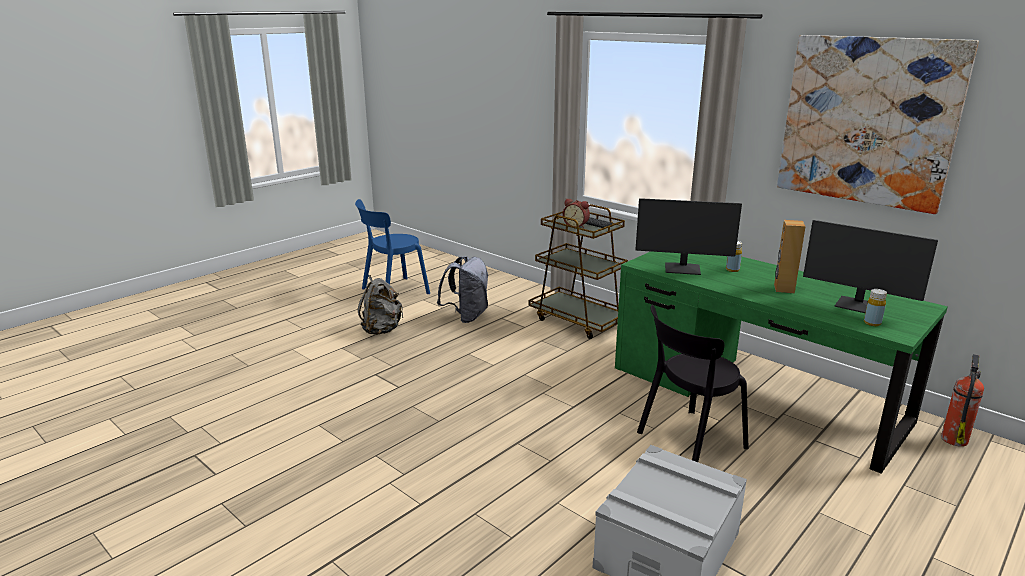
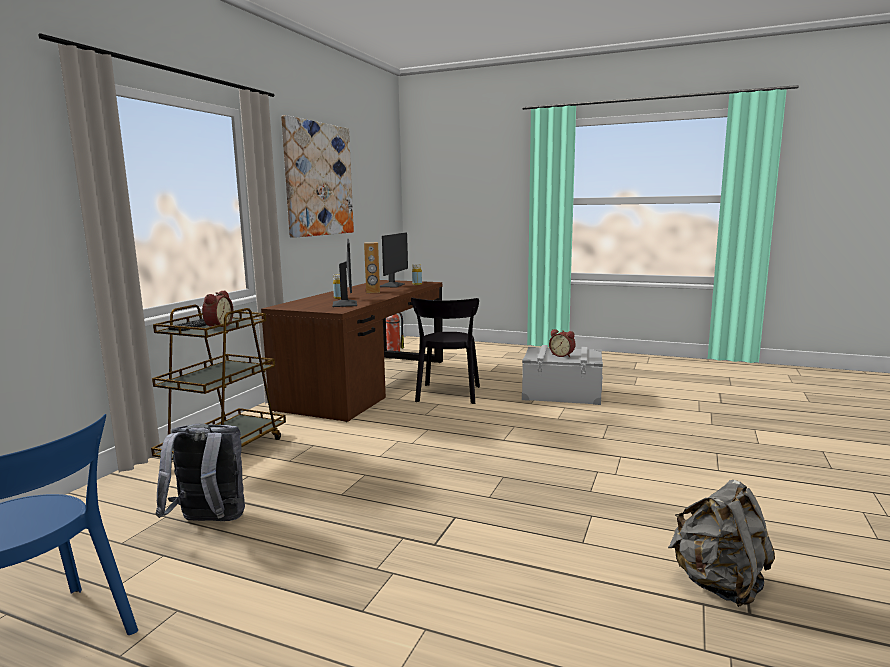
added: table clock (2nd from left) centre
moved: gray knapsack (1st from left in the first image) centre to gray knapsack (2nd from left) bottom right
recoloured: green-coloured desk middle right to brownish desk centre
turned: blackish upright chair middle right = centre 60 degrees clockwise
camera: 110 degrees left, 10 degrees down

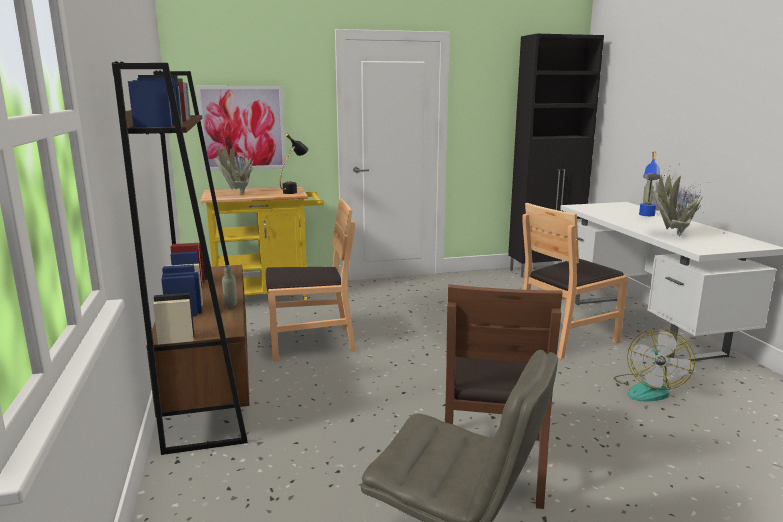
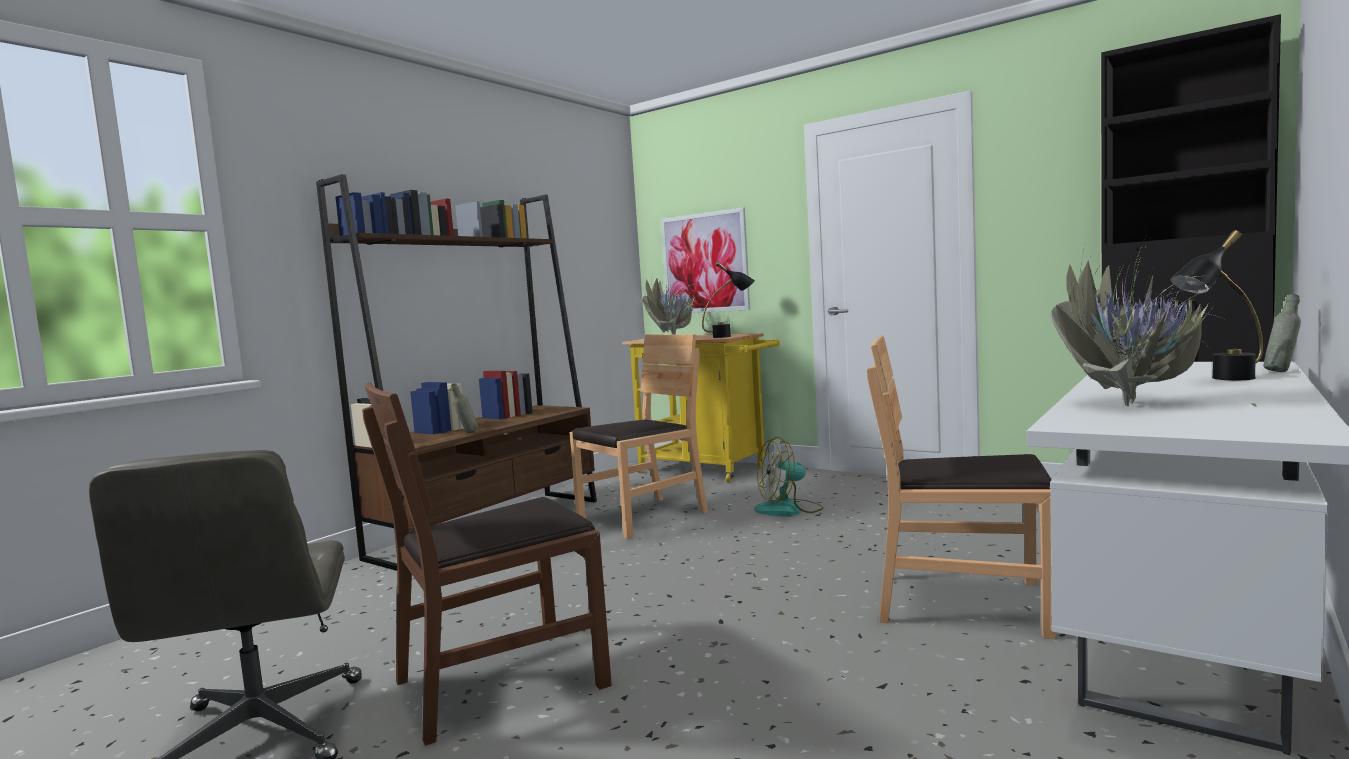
moved: electric fan bottom right to centre
recoloured: bluish lamp for a table middle right to blackish lamp for a table (2nd from left) middle right
turned: brownish upright chair (1st from left in the first image) centre = centre 75 degrees counterclockwise
camera: 50 degrees right, 10 degrees down

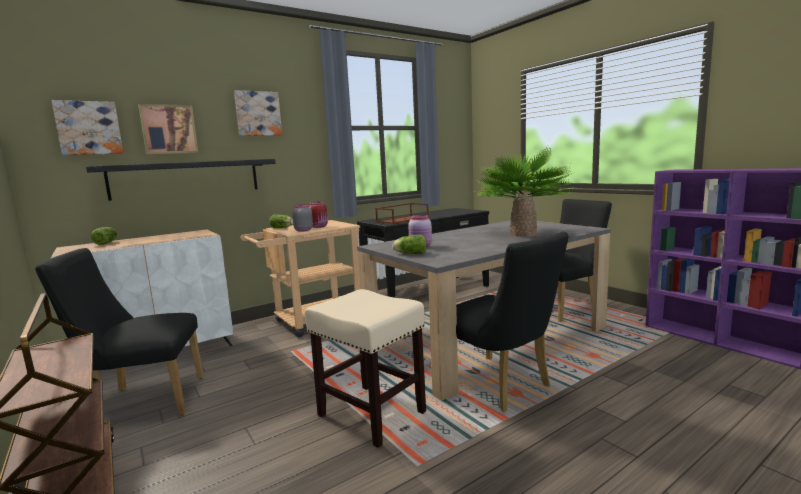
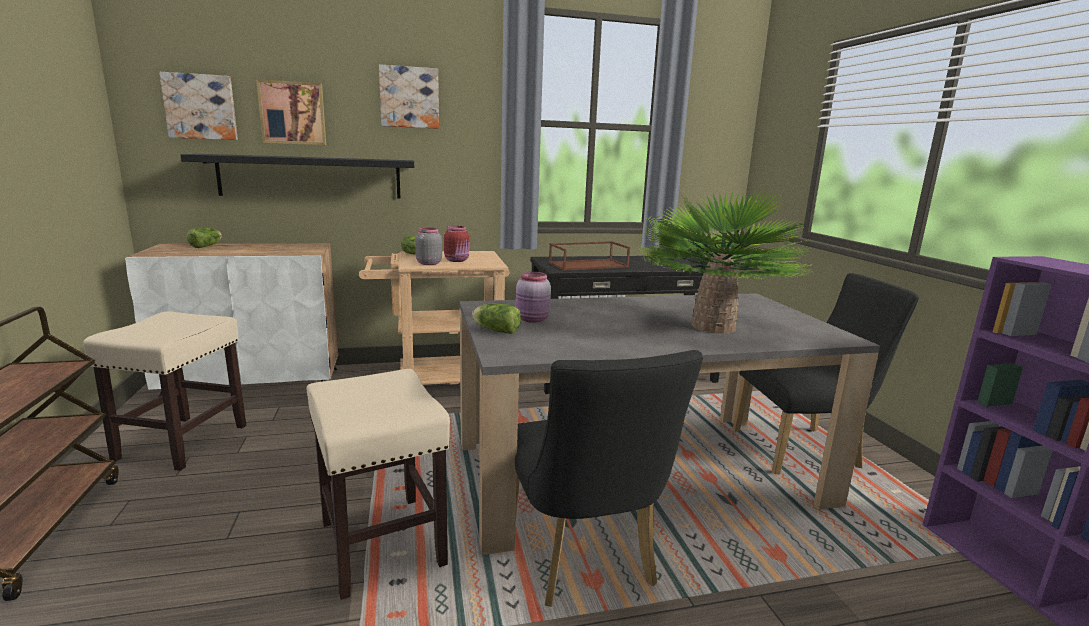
replaced: blackish upright chair (1st from left) bottom left to beige stool (1st from left) middle left
camera: 20 degrees right, 5 degrees up

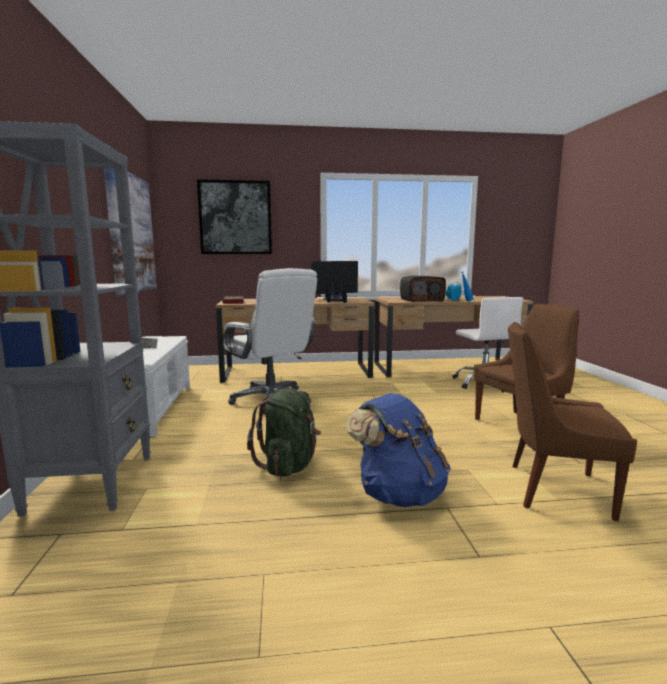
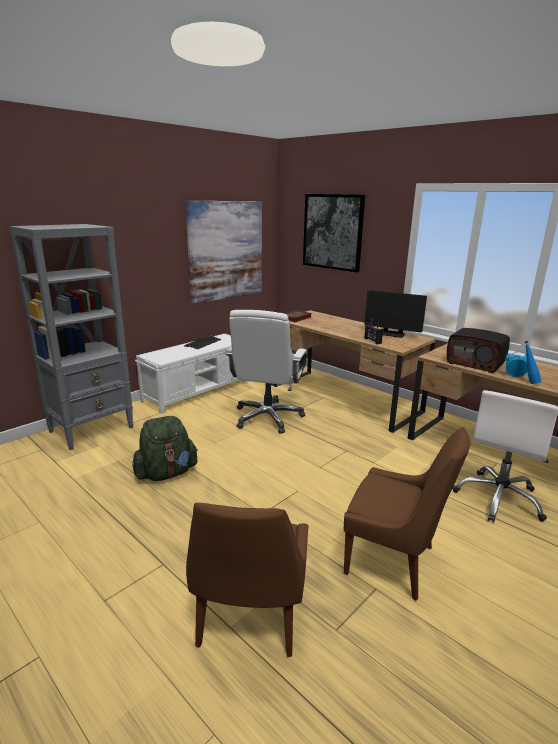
removed: bluish knapsack centre
turned: brownish upright chair (2nd from left in the first image) middle right = bottom centre 150 degrees counterclockwise
camera: 50 degrees right, 10 degrees up

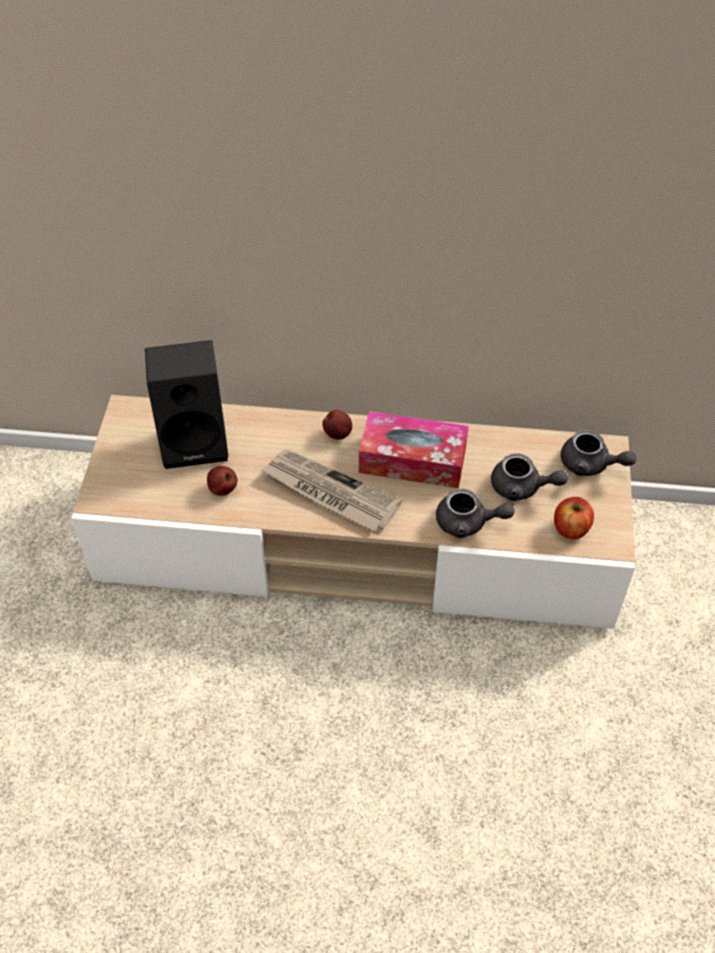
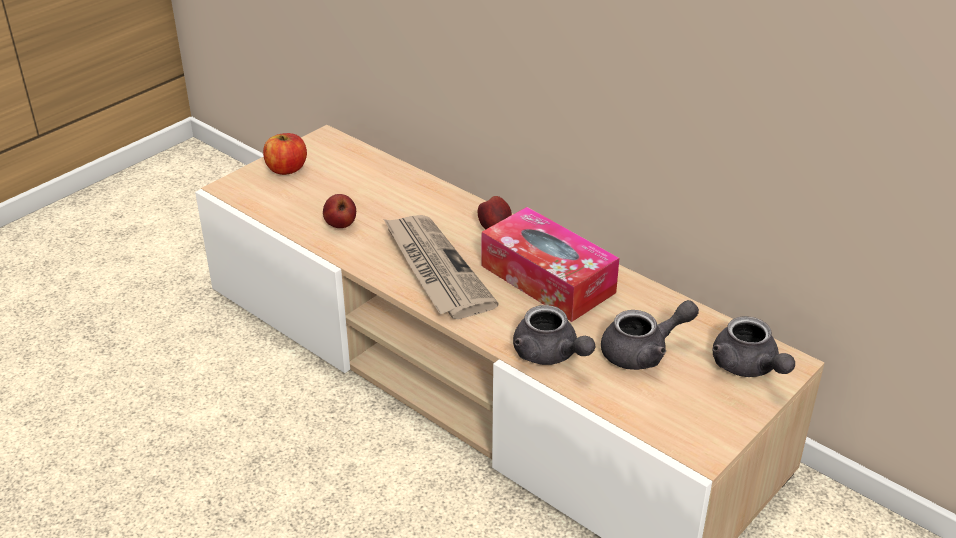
removed: blackish loudspeaker middle left
moved: whole apple (3rd from left in the first image) middle right to whole apple (1st from left) top left
turned: gray teapot (2nd from left) middle right = middle right 75 degrees counterclockwise
camera: 35 degrees right, 15 degrees down

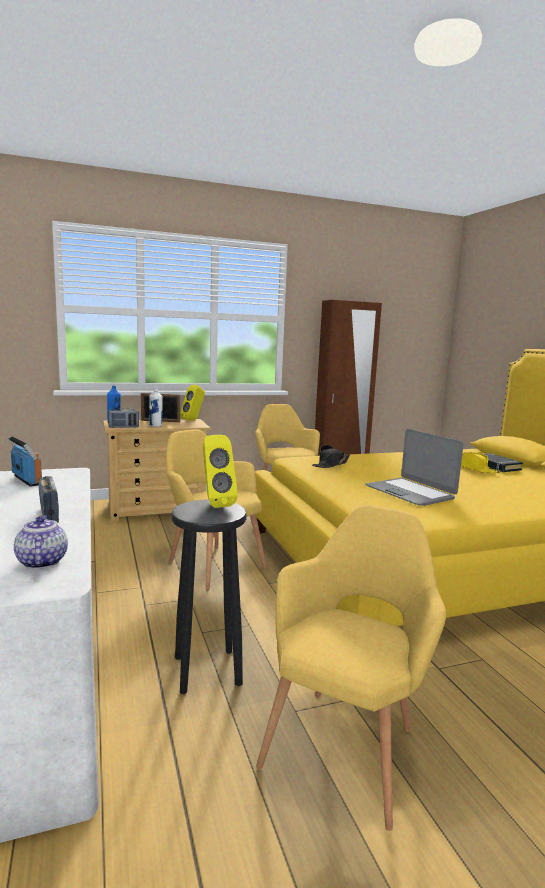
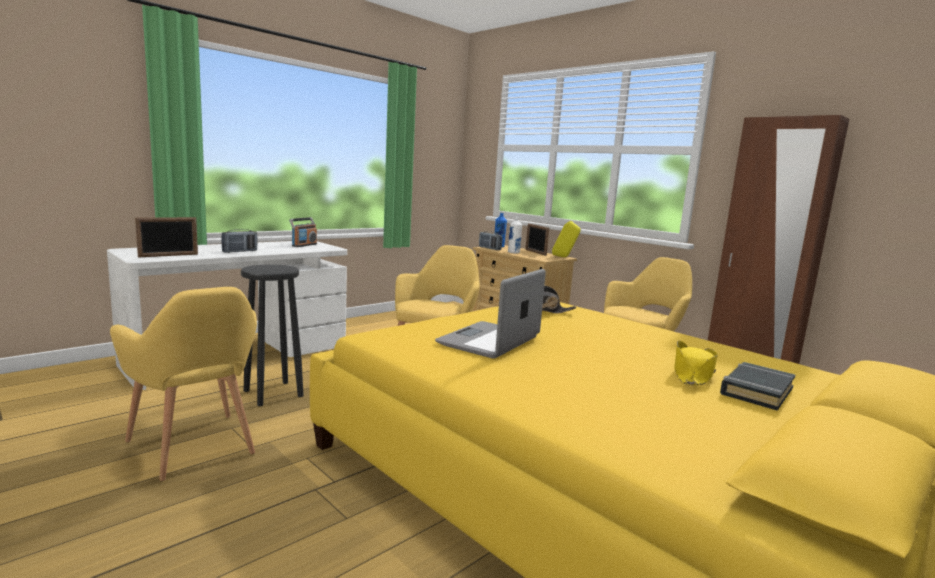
removed: yellow loudspeaker (2nd from left) centre
replaced: teapot middle left to picture frame (1st from left) middle left
turned: yellow armchair (3rd from left in the first image) bottom centre = middle left 45 degrees clockwise
camera: 65 degrees right, 0 degrees up

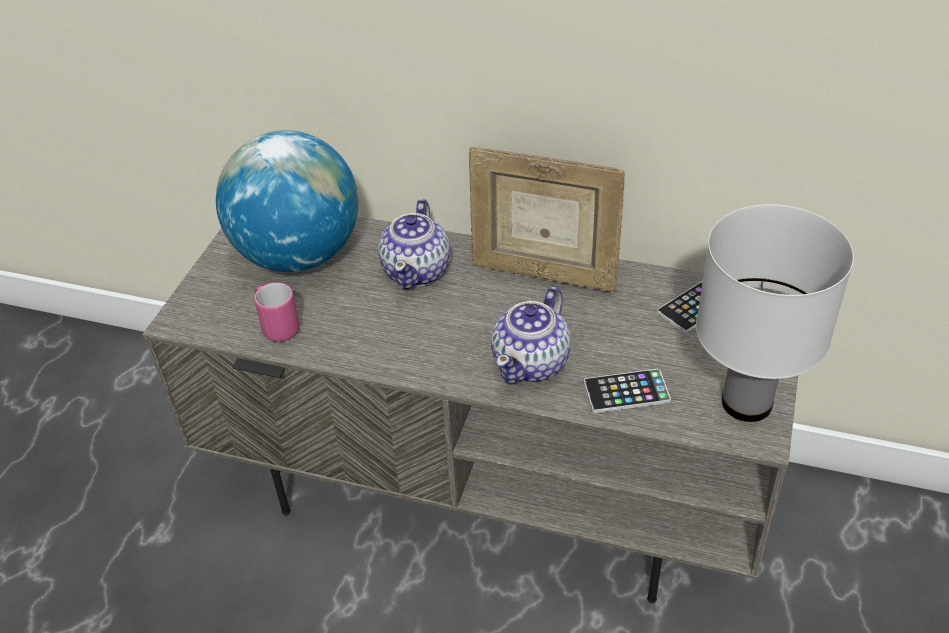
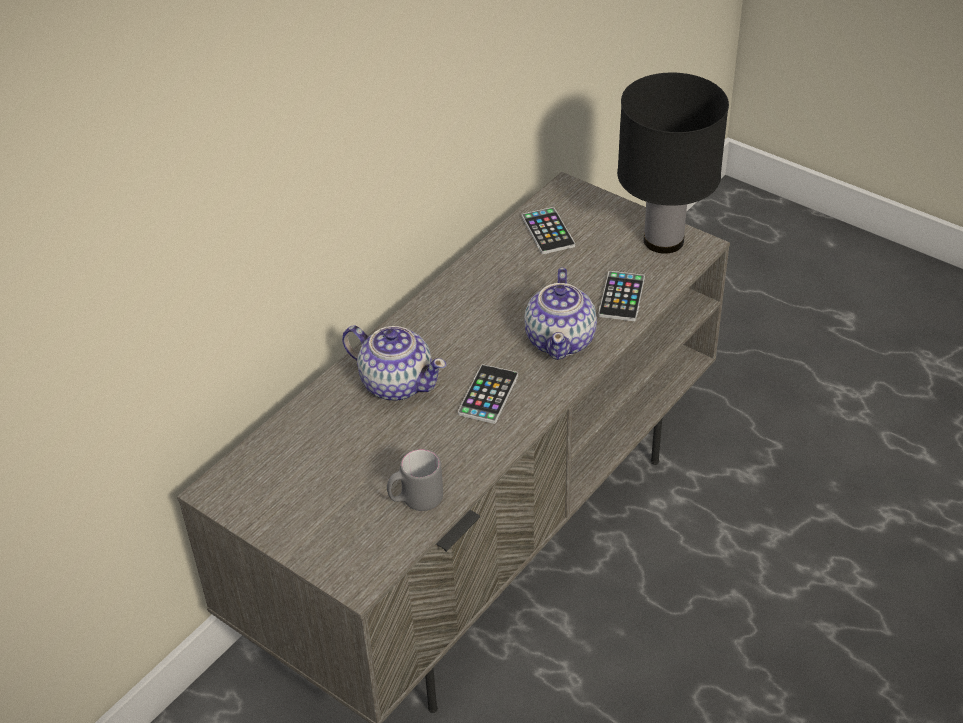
removed: world globe top left; picture frame centre
added: phone (1st from left) centre
recoloured: pink-coloured mug middle left to gray mug centre; white-coloured lamp for a table middle right to blackish lamp for a table top right
turned: teapot (2nd from left) centre = centre 45 degrees clockwise
camera: 70 degrees left, 0 degrees up

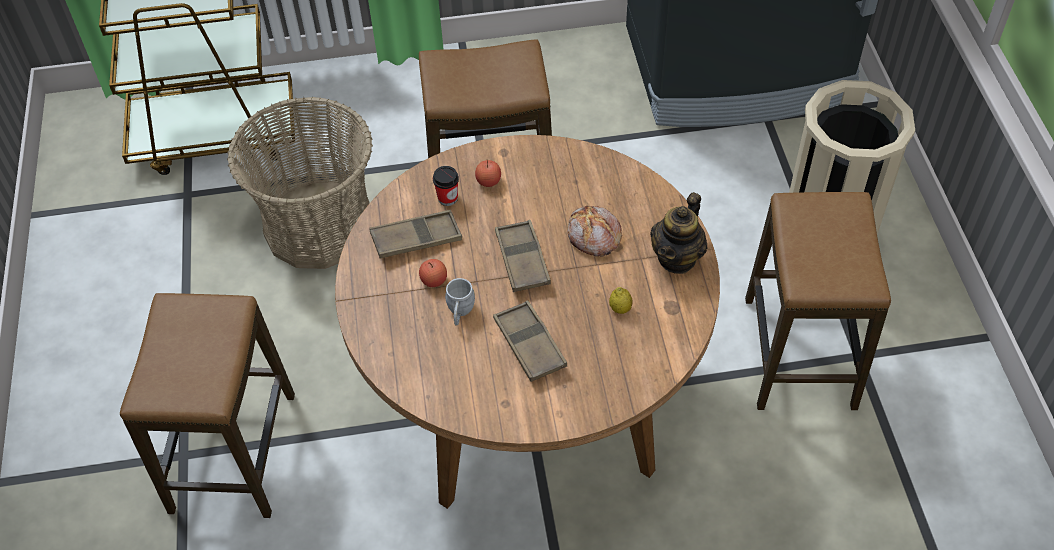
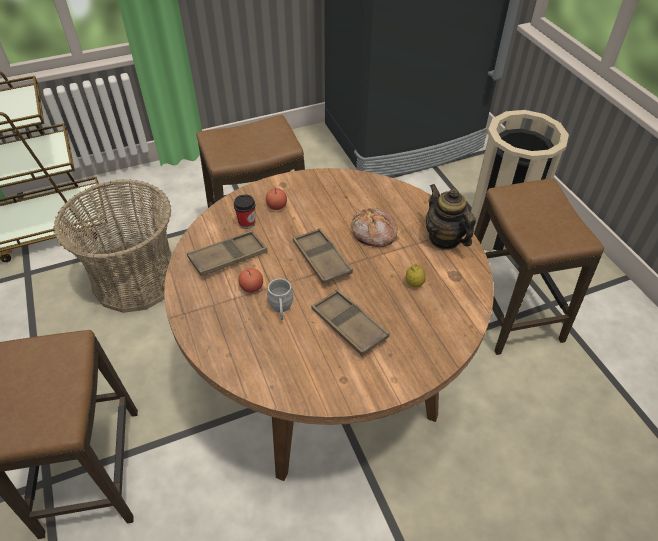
turned: teapot centre = middle right 135 degrees clockwise
camera: 15 degrees left, 5 degrees down

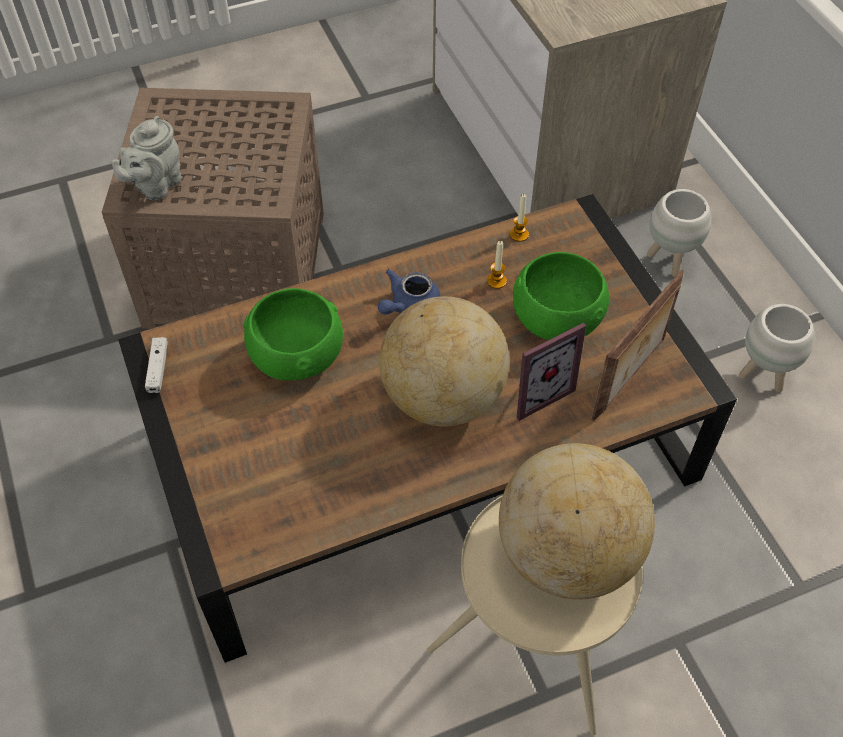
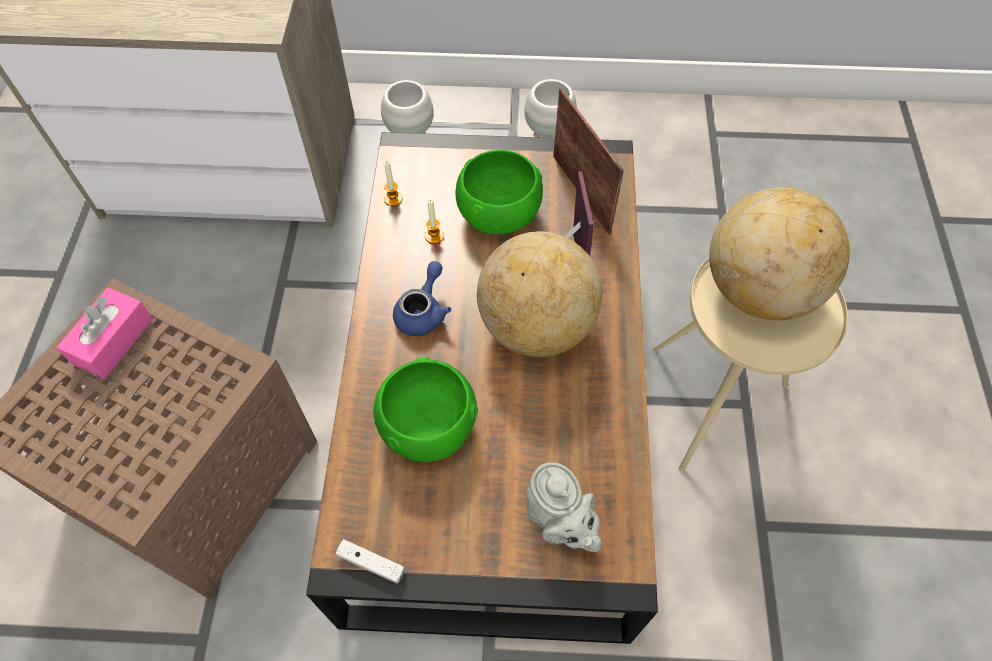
added: pink-coloured tissue box middle left
moved: gray teapot top left to bottom centre
turned: bluish teapot centre = centre 135 degrees counterclockwise
camera: 65 degrees left, 5 degrees up

